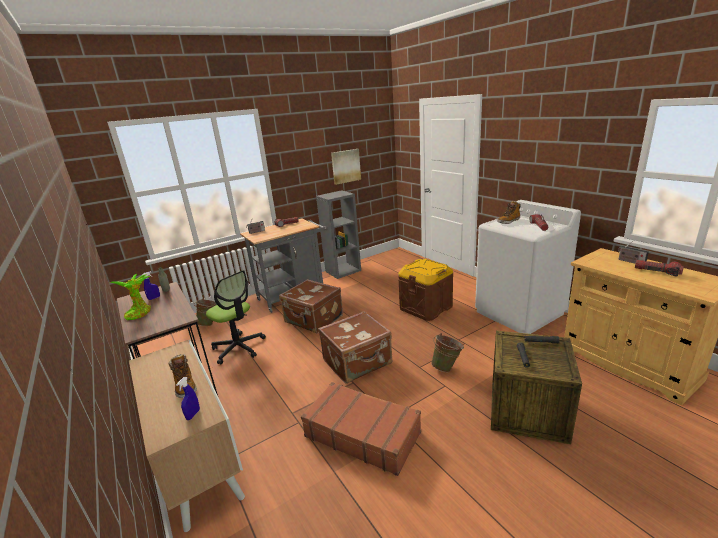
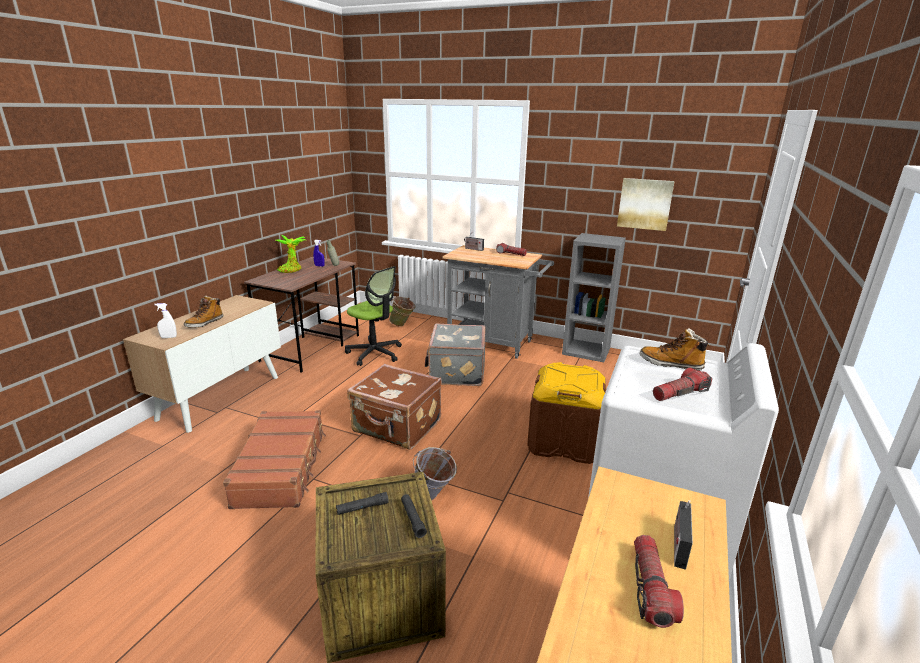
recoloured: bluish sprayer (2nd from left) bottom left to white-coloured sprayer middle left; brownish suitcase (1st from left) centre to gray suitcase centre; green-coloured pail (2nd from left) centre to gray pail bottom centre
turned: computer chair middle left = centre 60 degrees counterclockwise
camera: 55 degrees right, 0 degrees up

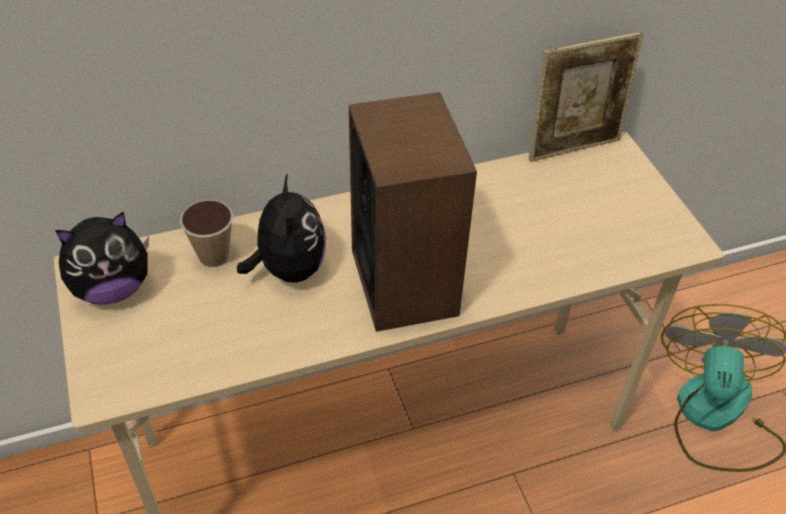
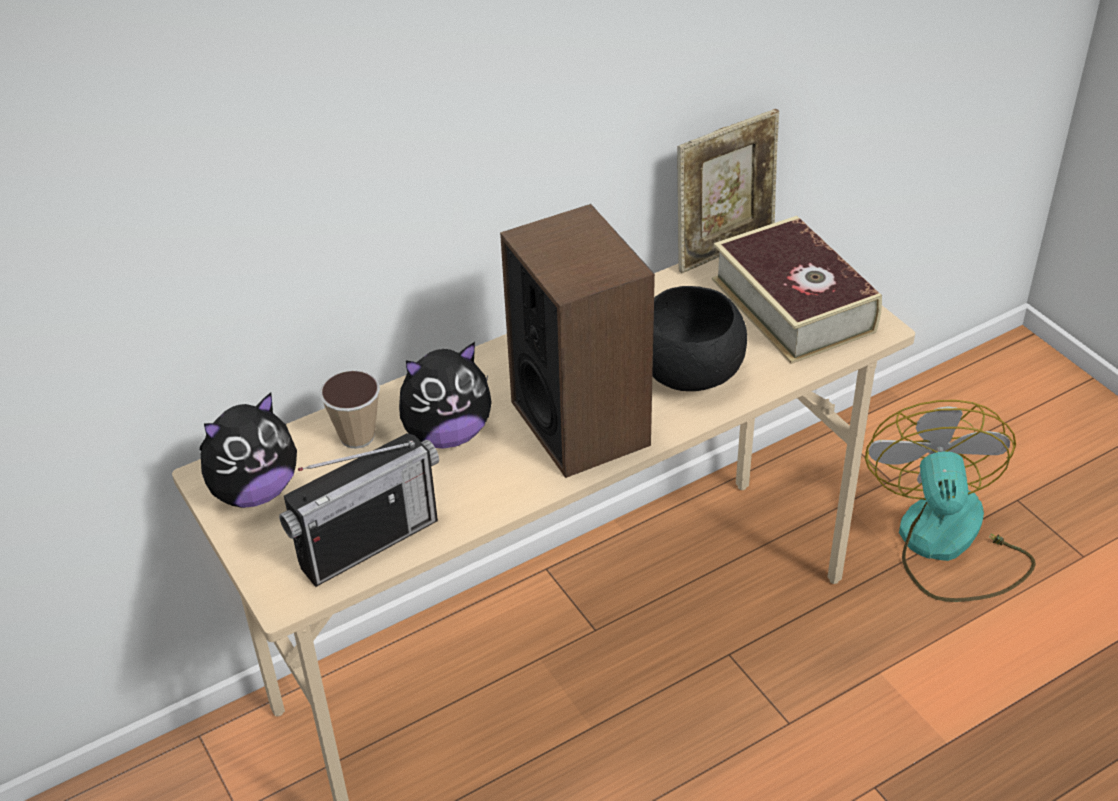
added: radio middle left; blackish deep dish centre; volume middle right
turned: cuddly toy (2nd from left) centre = centre 90 degrees clockwise
camera: 10 degrees left, 5 degrees down

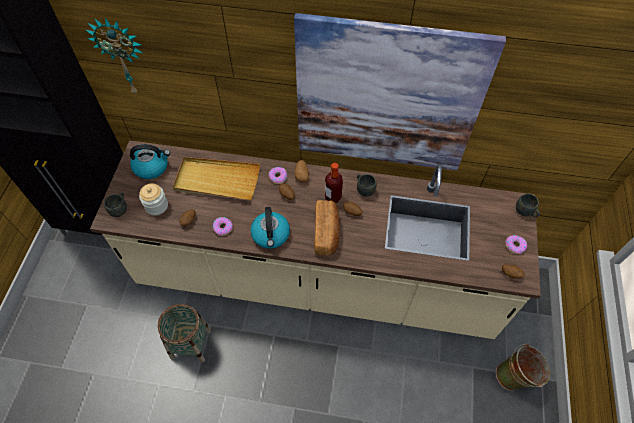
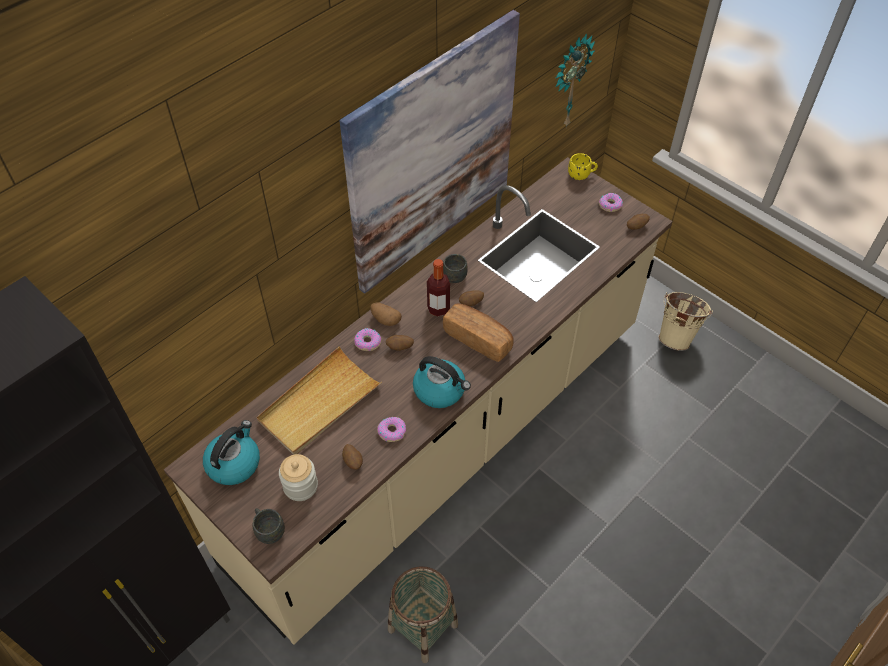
moved: clock on the wall top left to top centre
recoloured: green-coloured pail bottom right to beige pail middle right; gray mug (3rd from left) middle right to yellow mug top centre
camera: 55 degrees left, 5 degrees down

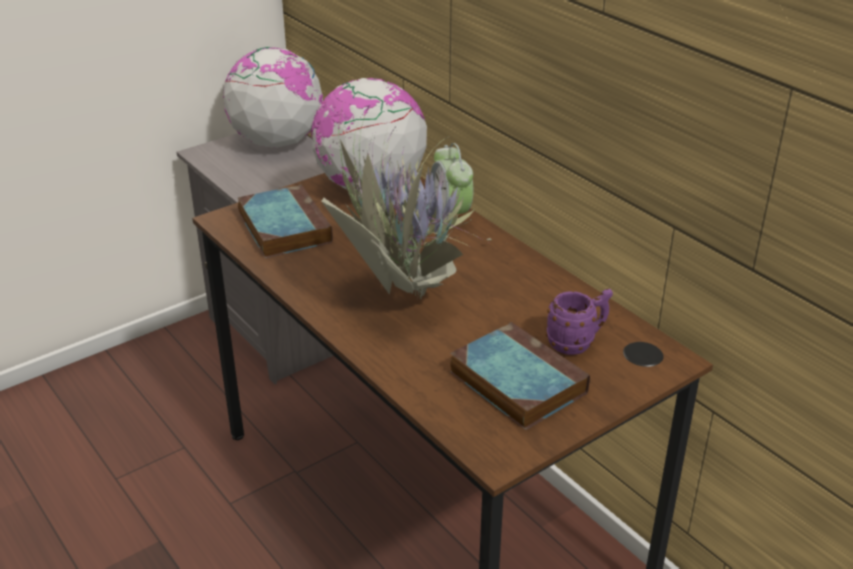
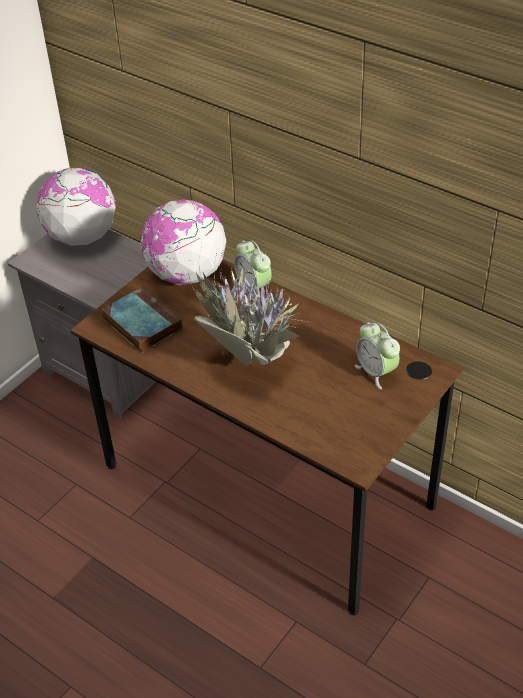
removed: volume (2nd from left) centre
replaced: purple mug middle right to table clock (2nd from left) middle right
camera: 15 degrees left, 10 degrees up

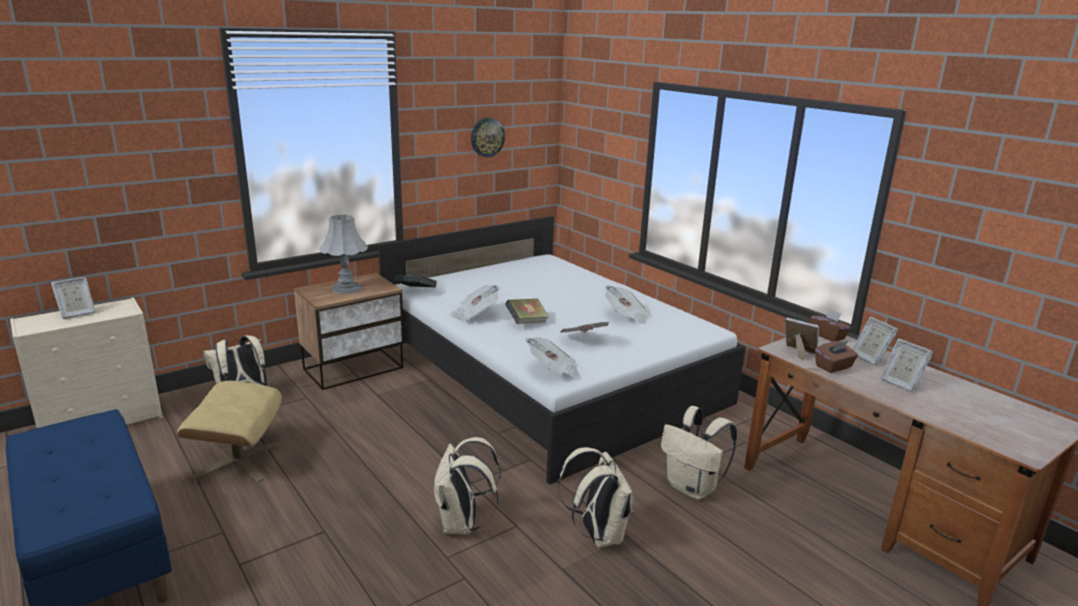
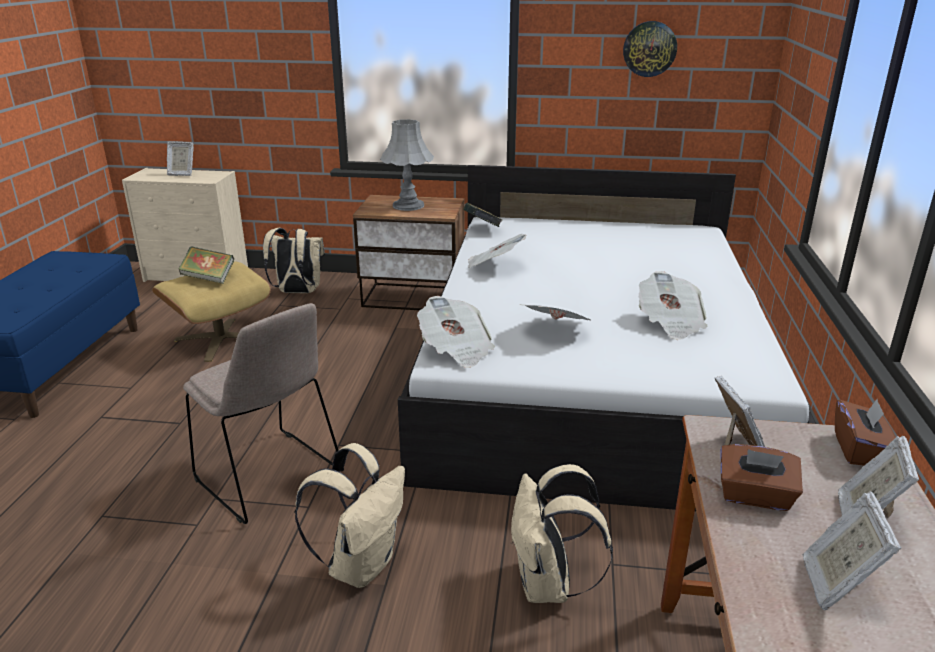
moved: volume (2nd from left in the first image) centre to volume (1st from left) middle left
replaced: beige knapsack (2nd from left) bottom centre to beige upright chair middle left
camera: 45 degrees right, 5 degrees up

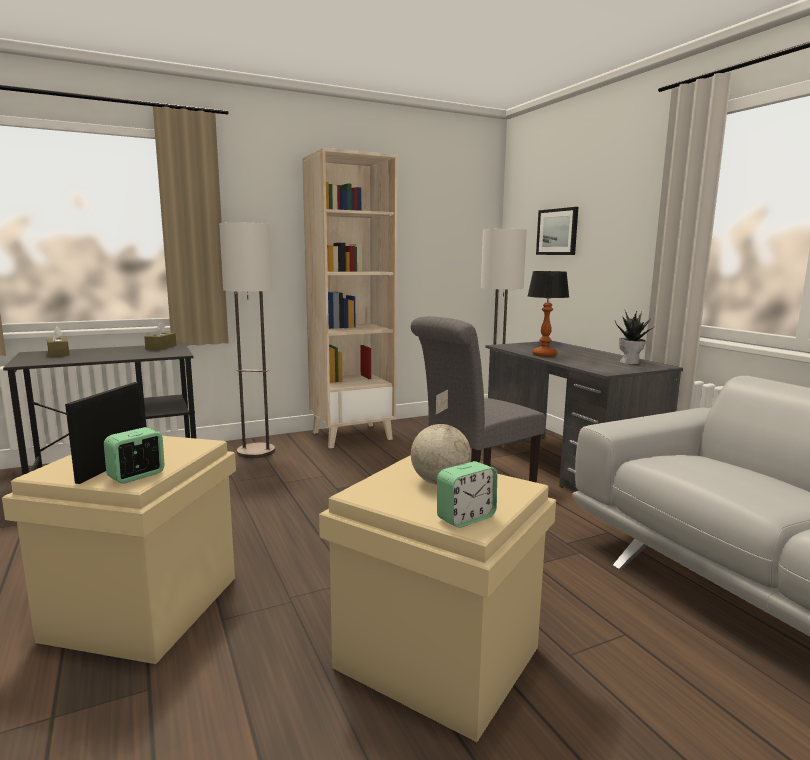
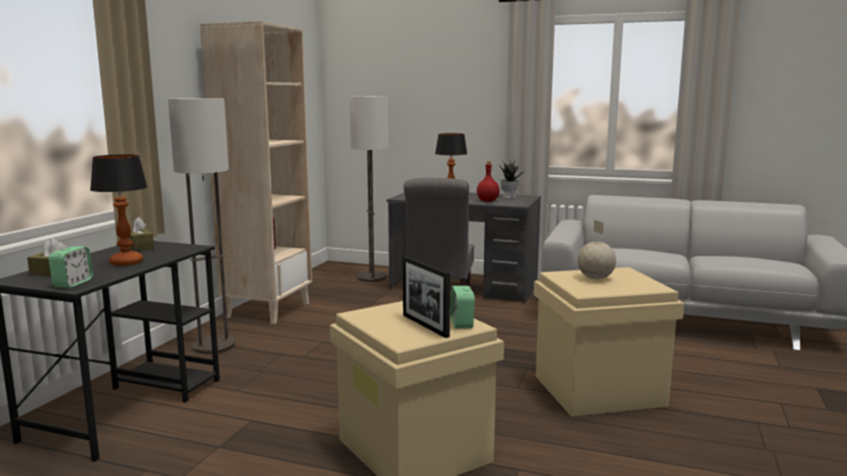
removed: wall art top right
added: lamp for a table (1st from left) middle left; red bottle centre
moved: table clock (2nd from left in the first image) centre to table clock (1st from left) middle left
camera: 45 degrees left, 0 degrees up

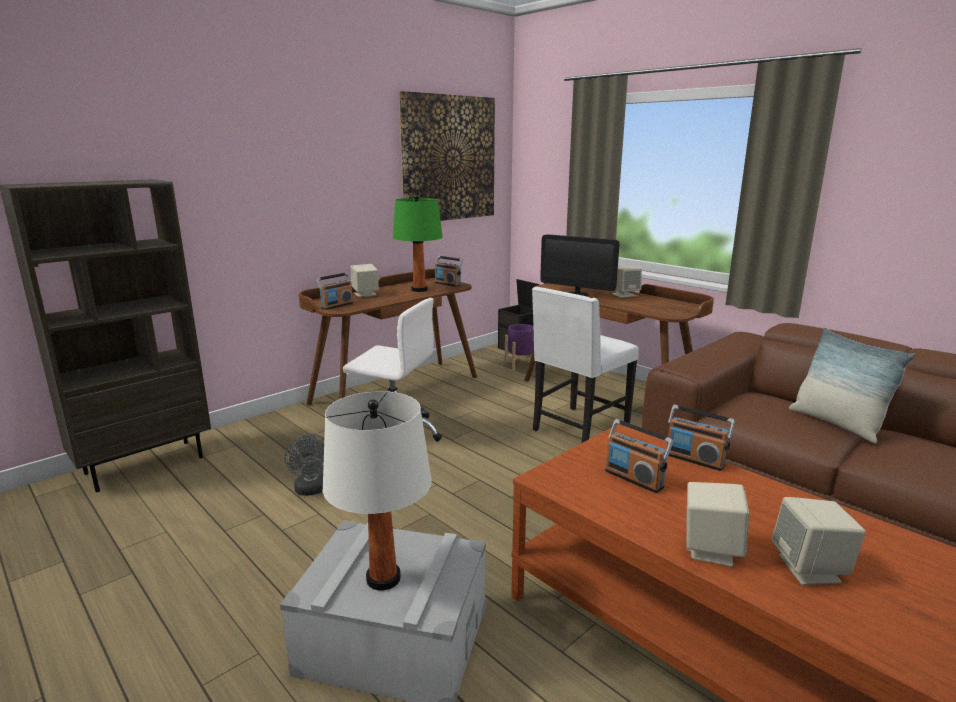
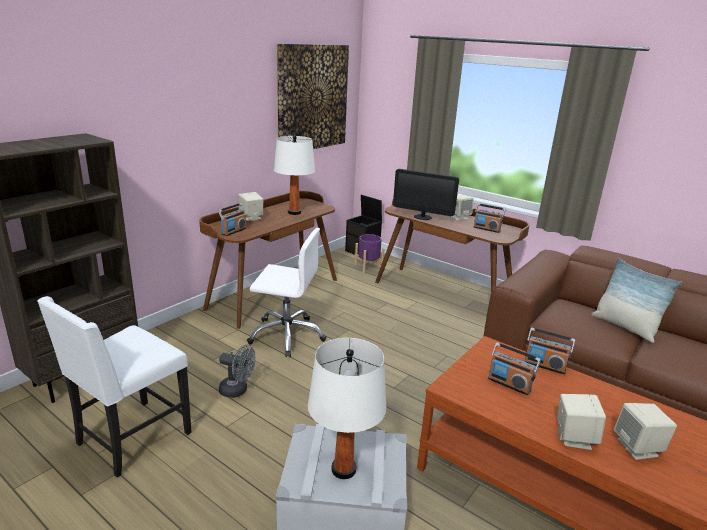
moved: radio (2nd from left) centre to middle right; white-coloured upright chair centre to bottom left
recoloured: green-coloured lamp for a table centre to white-coloured lamp for a table (1st from left) top centre
turned: gray electric fan middle left = bottom centre 45 degrees counterclockwise
camera: 10 degrees left, 5 degrees up

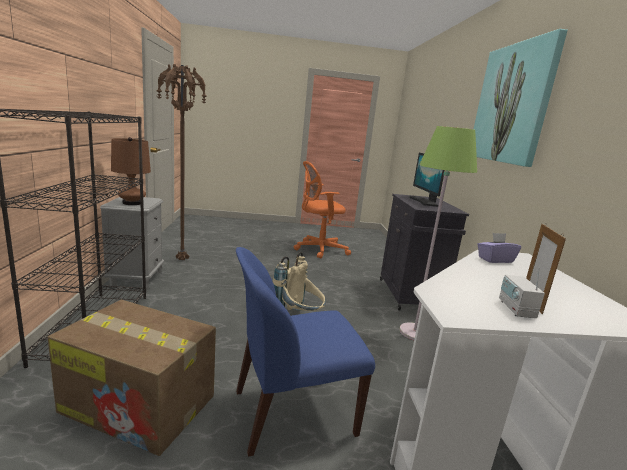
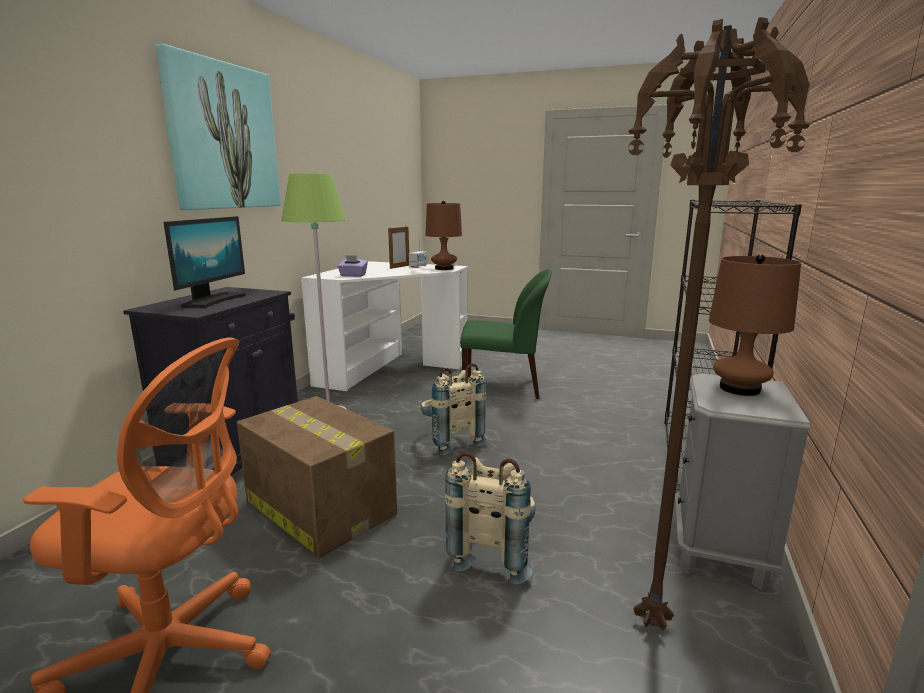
added: brownish lamp for a table (1st from left) centre; beige knapsack (2nd from left) bottom centre
moved: packing box bottom left to bottom centre
recoloured: bluish upright chair bottom centre to green-coloured upright chair centre
camera: 155 degrees left, 0 degrees up

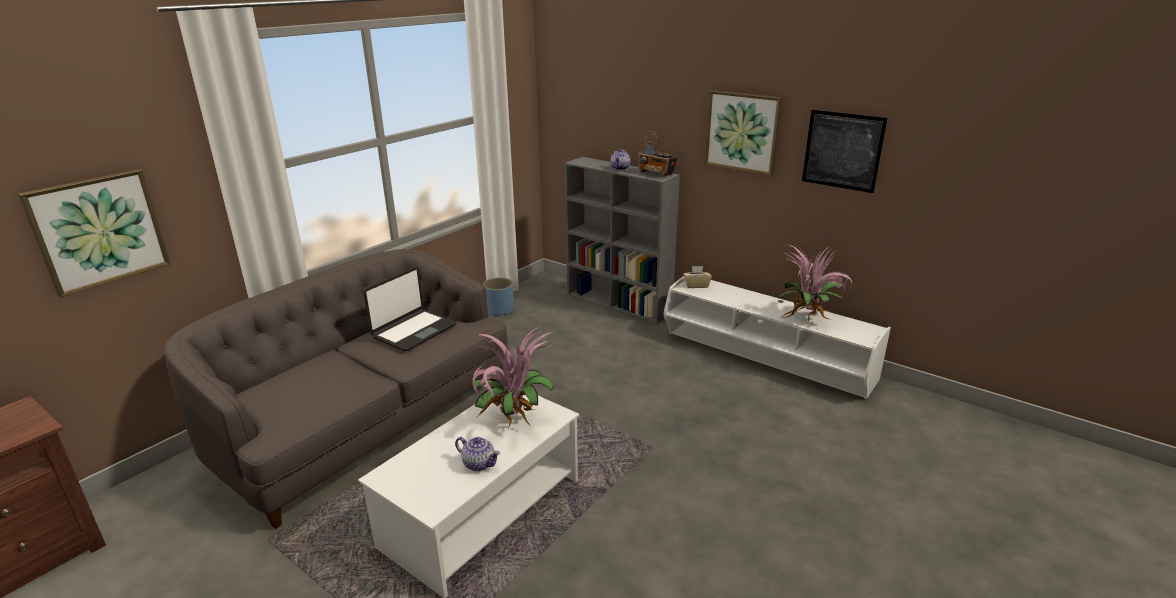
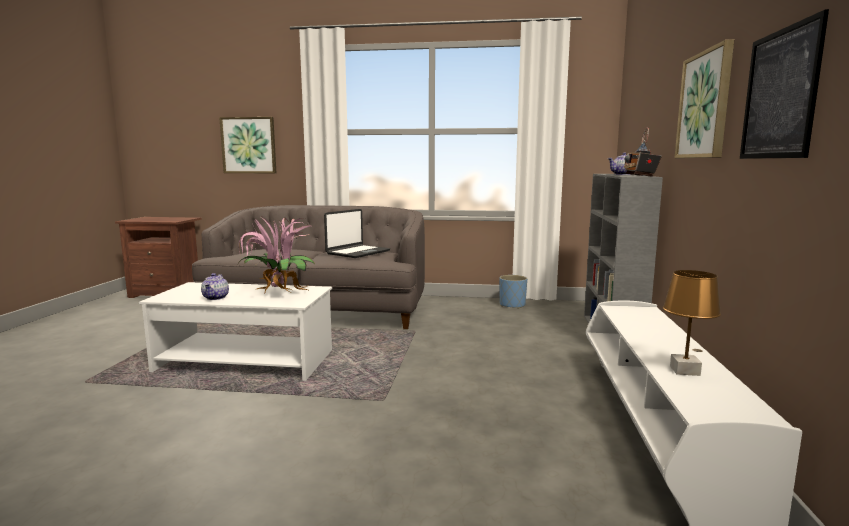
removed: beige tissue box centre
replaced: plant in a pot (2nd from left) middle right to brownish lamp for a table middle right
turned: portable computer centre = centre 60 degrees counterclockwise
camera: 60 degrees right, 15 degrees down

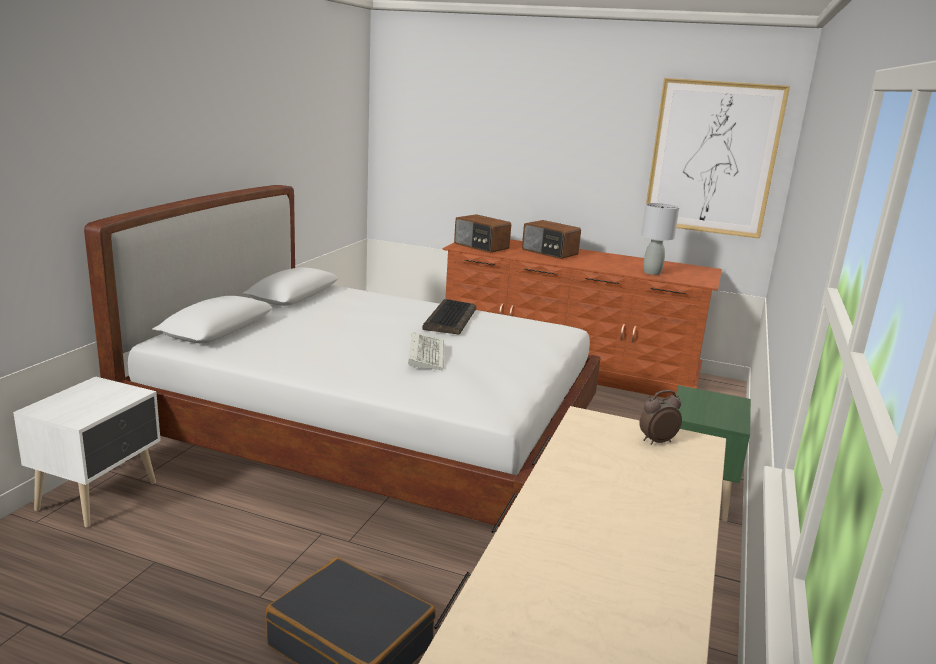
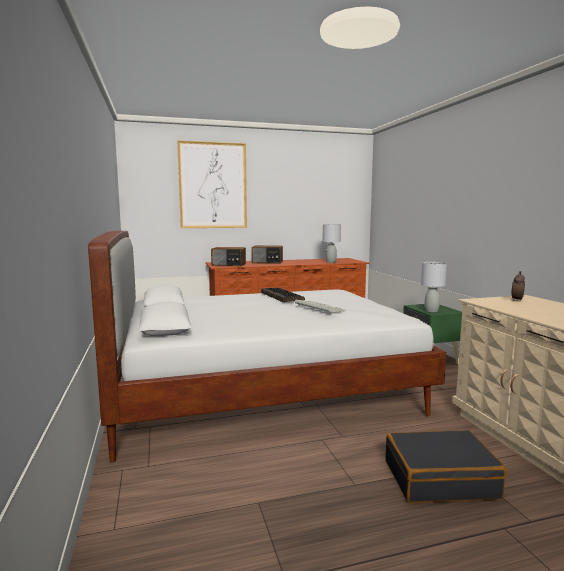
removed: white-coloured bedside table bottom left
added: gray lamp for a table (2nd from left) middle right
moved: wall art top right to top centre
camera: 35 degrees left, 10 degrees down

